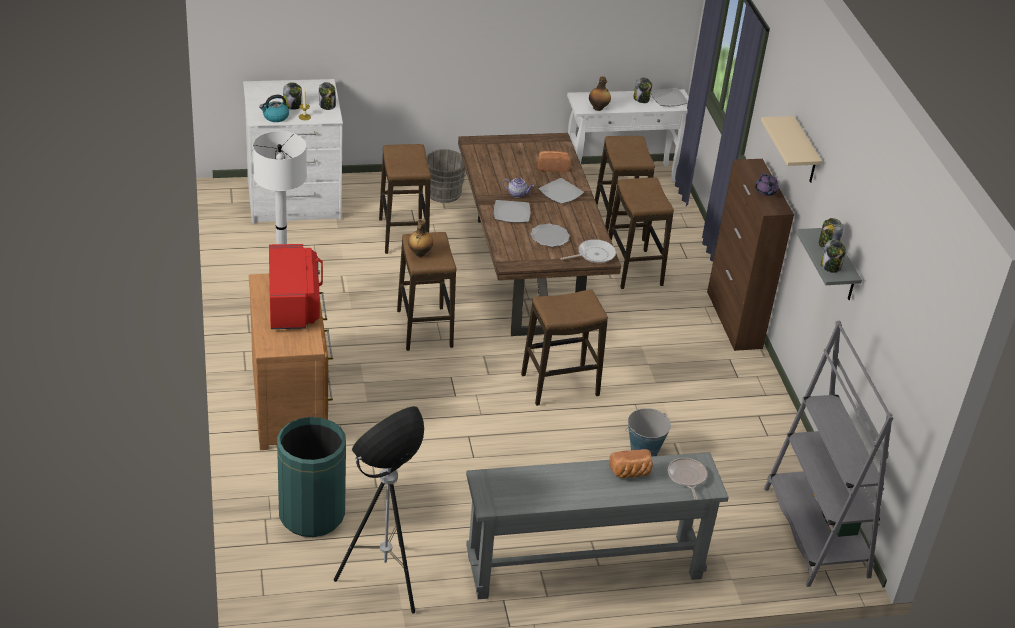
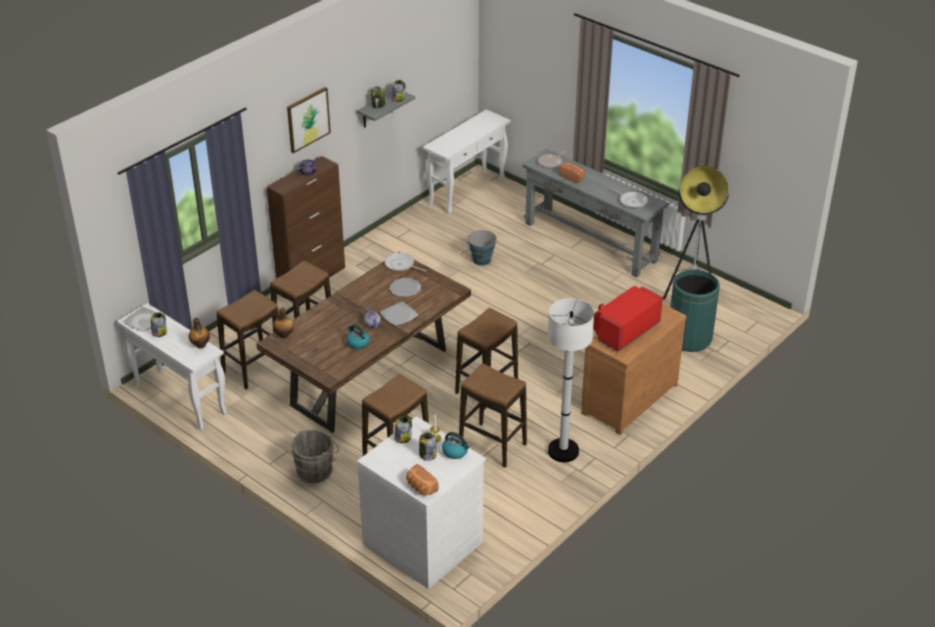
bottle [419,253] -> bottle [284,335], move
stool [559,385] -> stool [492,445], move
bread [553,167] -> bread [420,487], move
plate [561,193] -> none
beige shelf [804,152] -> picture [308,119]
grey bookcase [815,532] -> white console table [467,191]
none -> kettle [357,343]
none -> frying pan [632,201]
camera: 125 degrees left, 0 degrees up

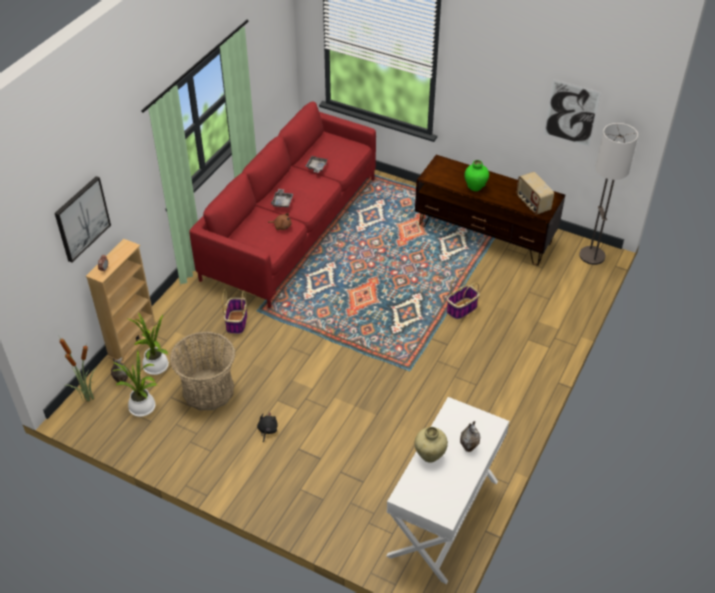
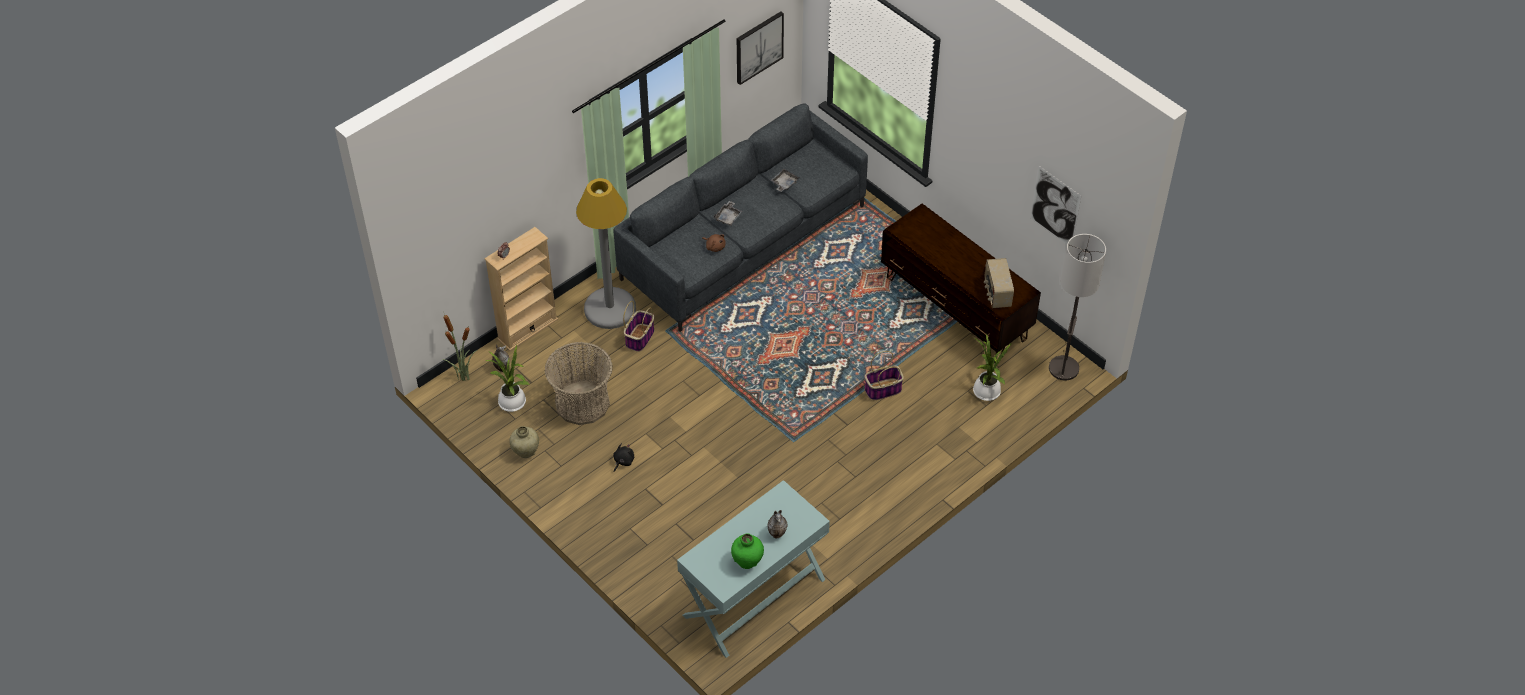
picture [82,218] -> picture [758,47], move
potted plant [156,368] -> potted plant [986,393], move
red sofa [291,228] -> grey sofa [744,243]
white console table [444,518] -> turquoise console table [754,598]
beige vase [429,455] -> beige vase [526,452], move
green vase [475,187] -> green vase [747,561], move
none -> grey floor lamp [610,308]
camera: 20 degrees right, 5 degrees up

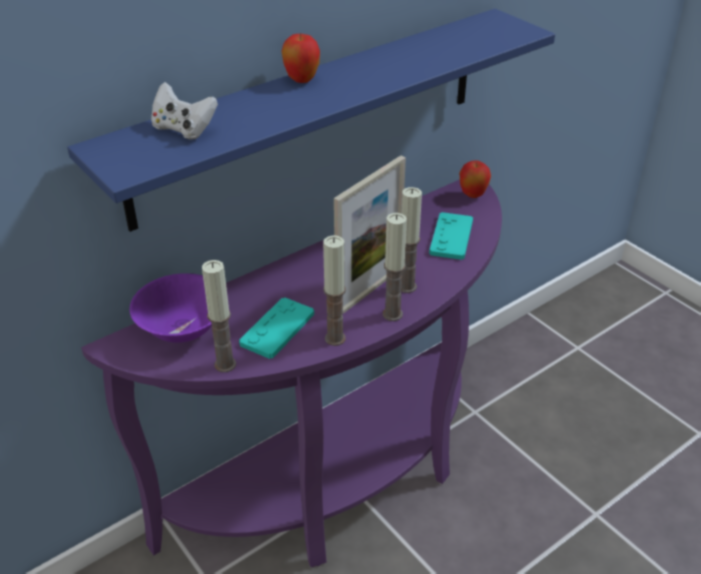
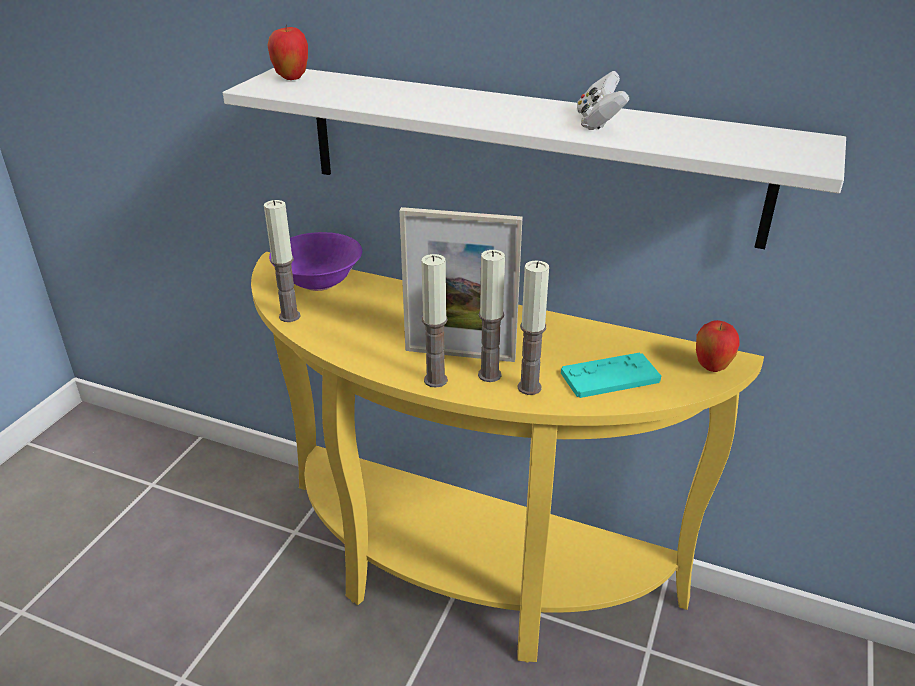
blue shelf [312,114] -> white shelf [527,153]
purple console table [344,481] -> yellow console table [461,576]
white game controller [183,130] -> white game controller [598,123], move
turquoise game controller [277,329] -> none
apple [301,80] -> apple [291,78], move
candle [335,338] -> candle [529,387], move
camera: 60 degrees right, 5 degrees down

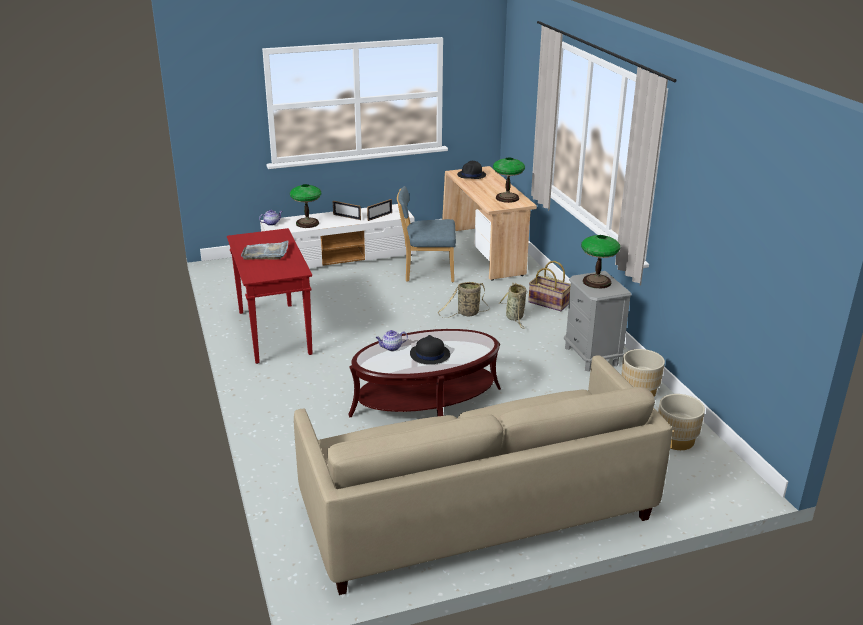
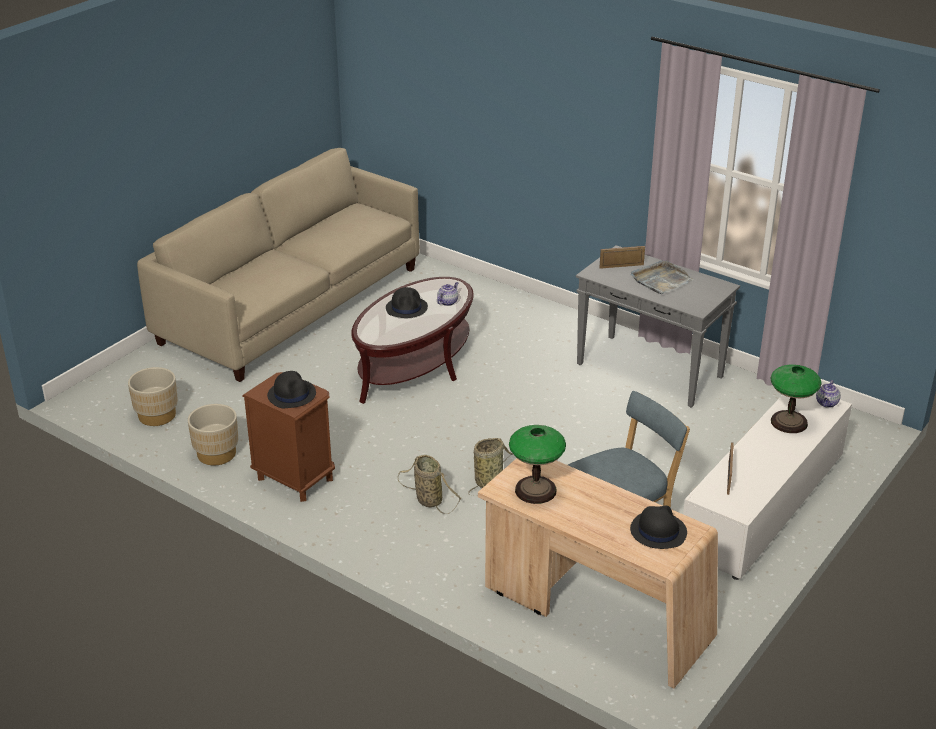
red console table [273,332] -> grey console table [650,371]
picture frame [347,217] -> picture frame [621,266], move
basket [549,303] -> none
grey nightstand [591,356] -> brown nightstand [294,479]
table lamp [596,282] -> black hat [292,394]
camera: 145 degrees right, 5 degrees up

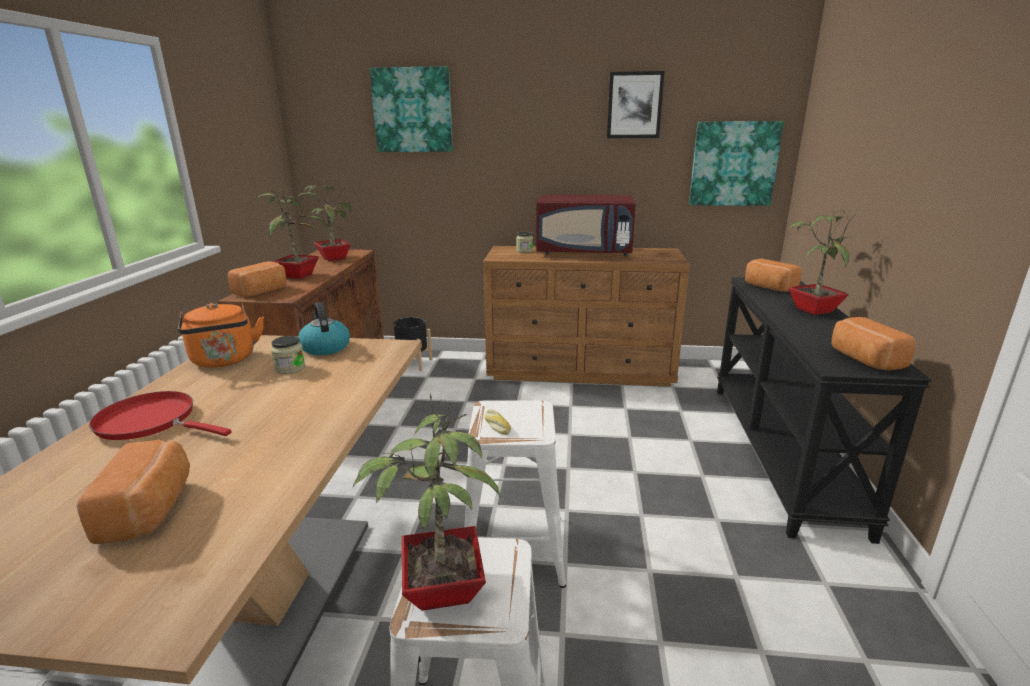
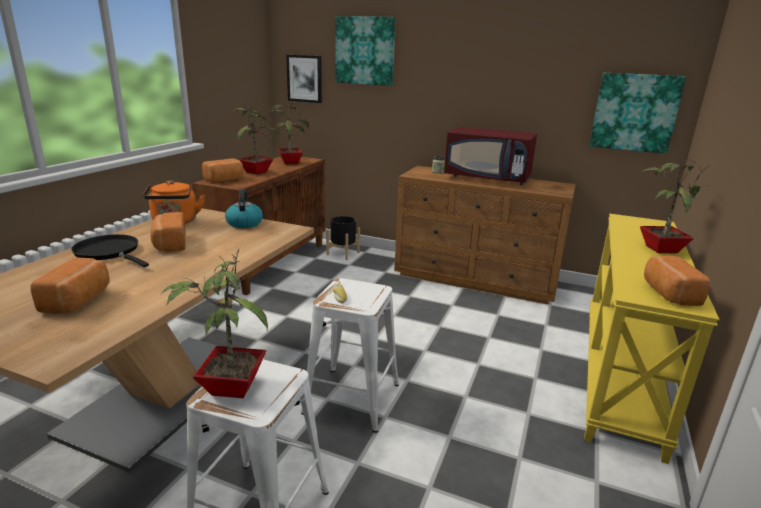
red frying pan [152,422] -> black frying pan [109,252]
jar [290,368] -> none
picture [634,105] -> picture [304,78], move
black console table [782,452] -> yellow console table [621,374]
bread [768,287] -> bread [169,244], move
camera: 15 degrees right, 0 degrees up

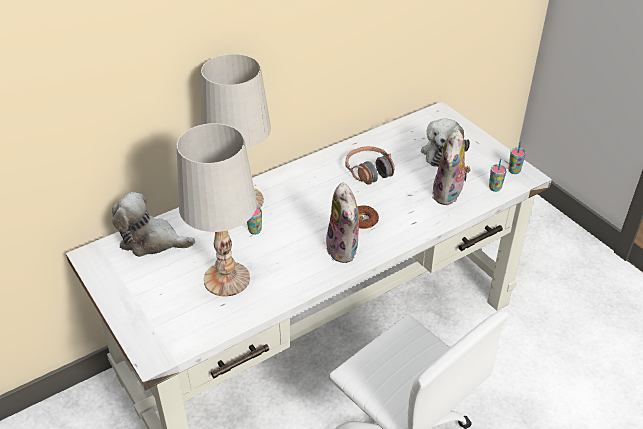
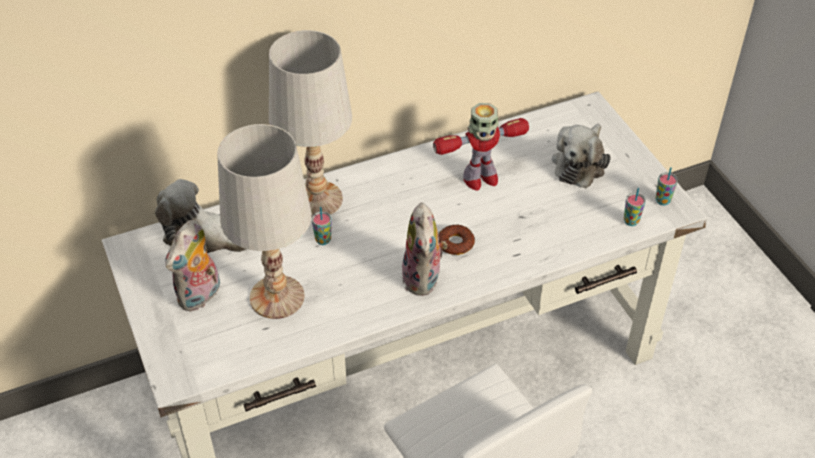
headphones [369,171] -> toy robot [479,178]
plush toy [449,195] -> plush toy [200,296], move
camera: 10 degrees right, 5 degrees up

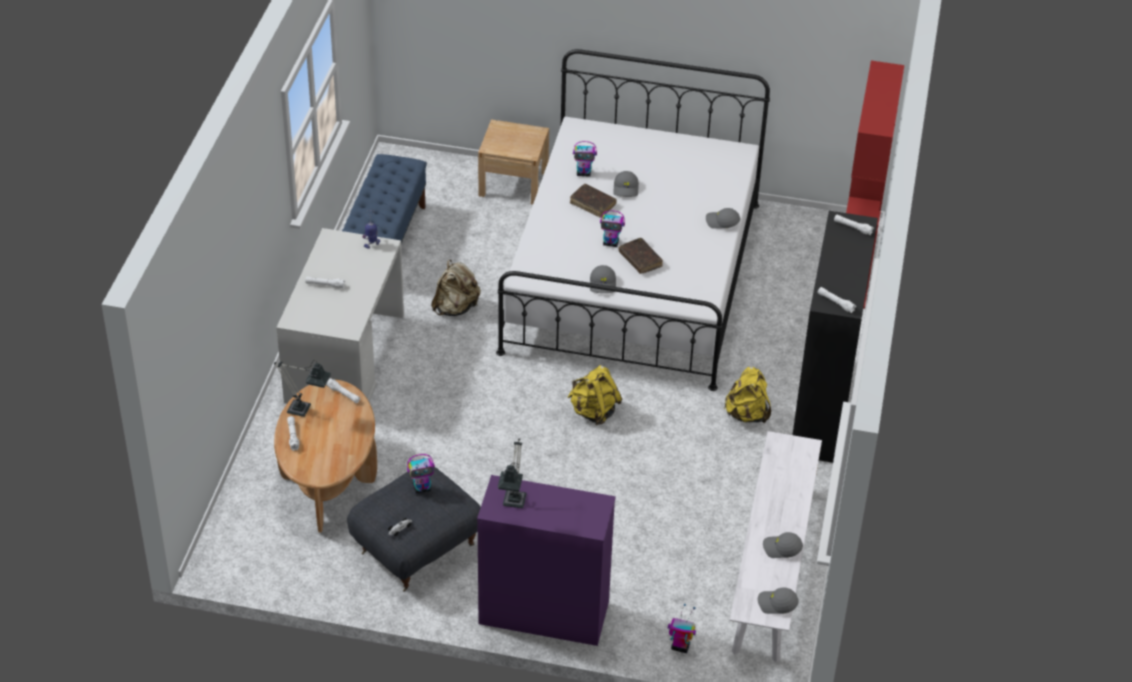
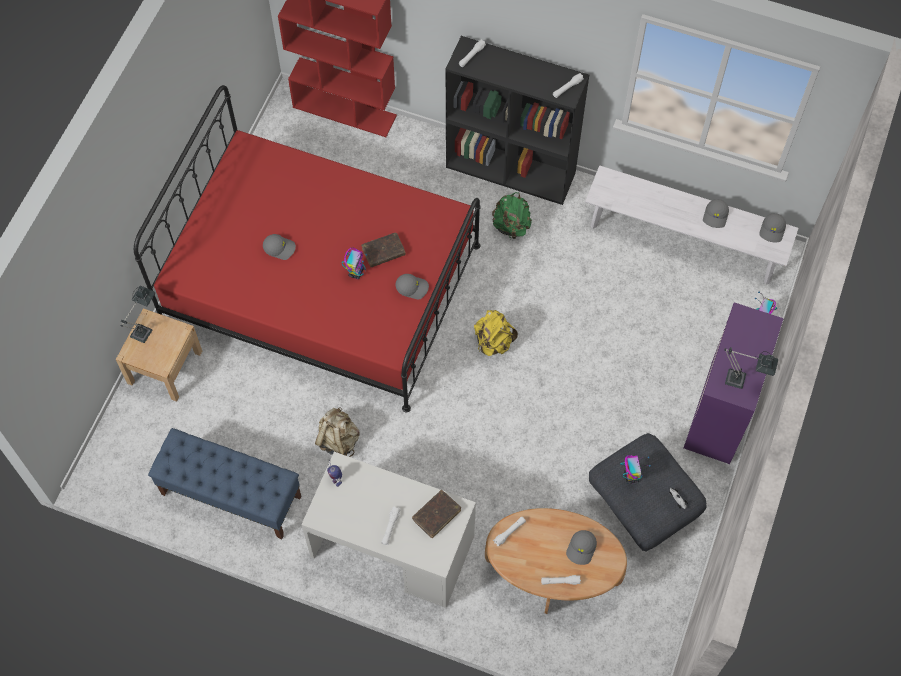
table lamp [304,410] -> table lamp [144,329], move
white bed [632,276] -> red bed [322,284]
brown book [592,204] -> brown book [436,515], move
toy robot [584,173] -> none
grey cap [722,222] -> grey cap [581,549], move
yellow backpack [747,414] -> green backpack [511,226]
camera: 80 degrees left, 20 degrees up

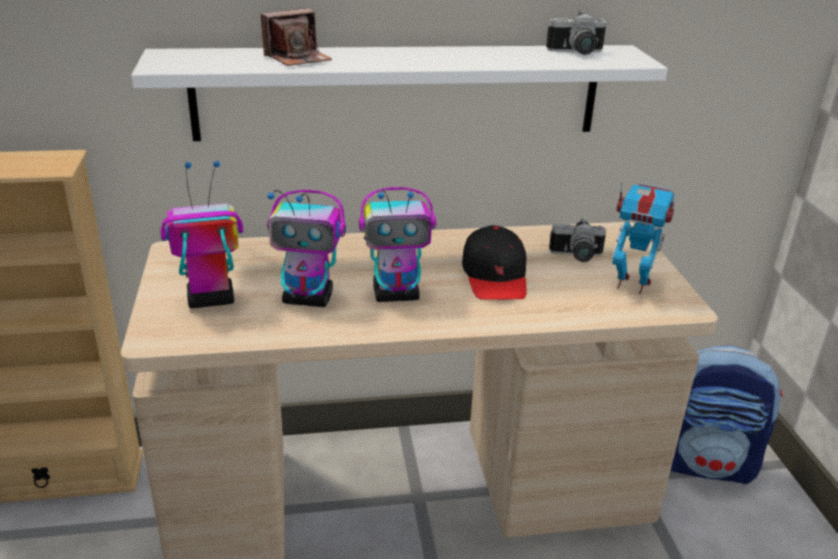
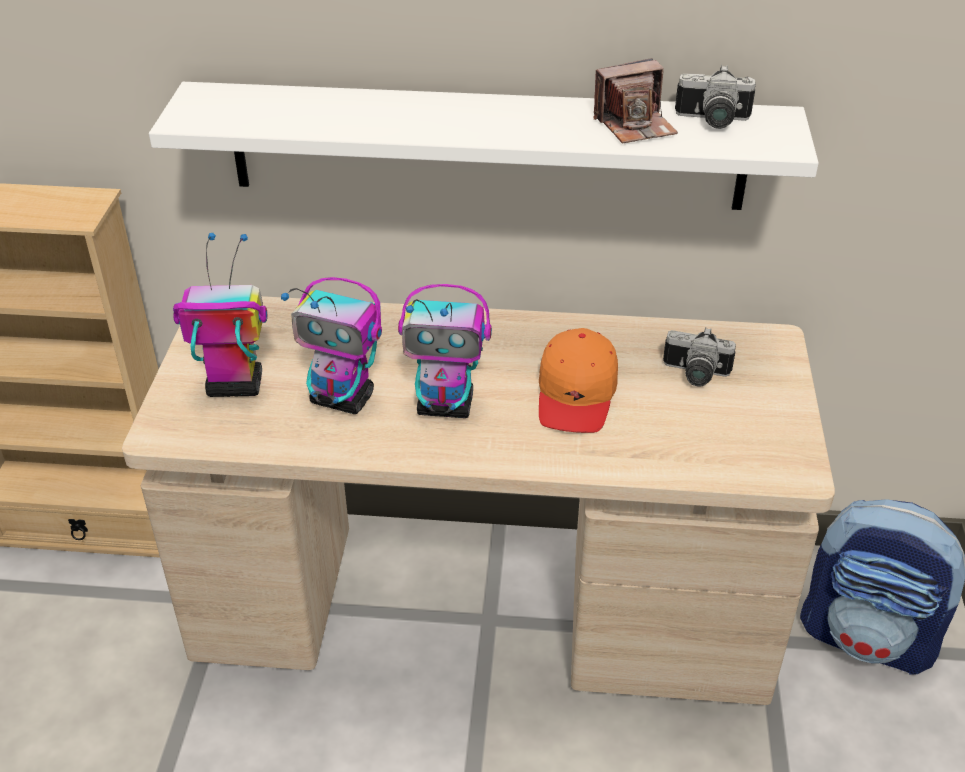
photo camera [297,58] -> photo camera [635,125], move
black cap [495,276] -> orange cap [576,394]
toy robot [631,284] -> none
camera: 15 degrees right, 10 degrees up

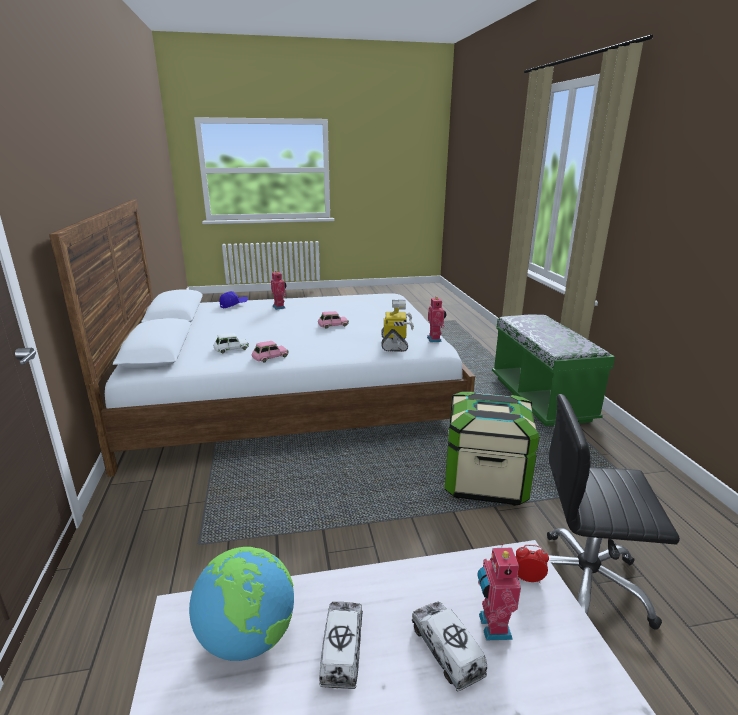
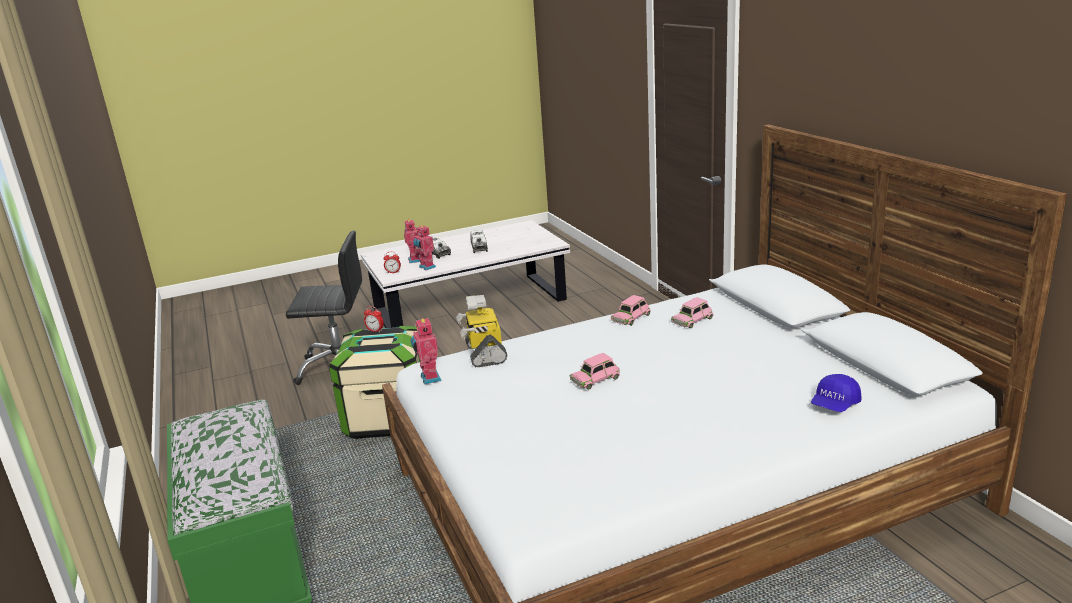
globe [248,637] -> none
white toy car [231,348] -> pink toy car [692,320]
toy robot [280,307] -> toy robot [426,267], move
none -> alarm clock [375,331]
camera: 170 degrees right, 0 degrees up

